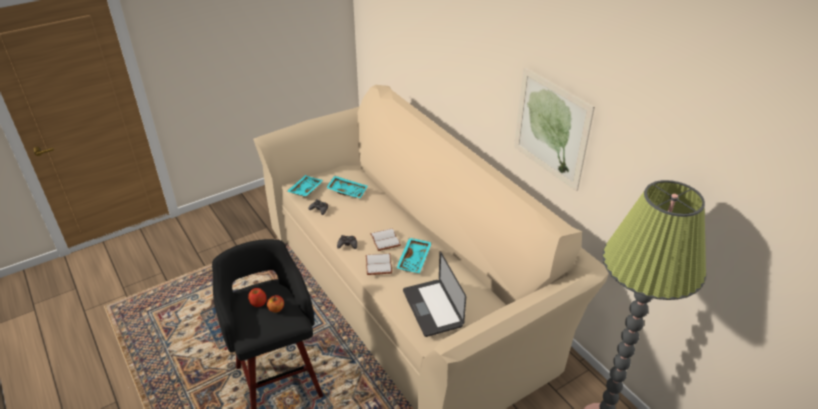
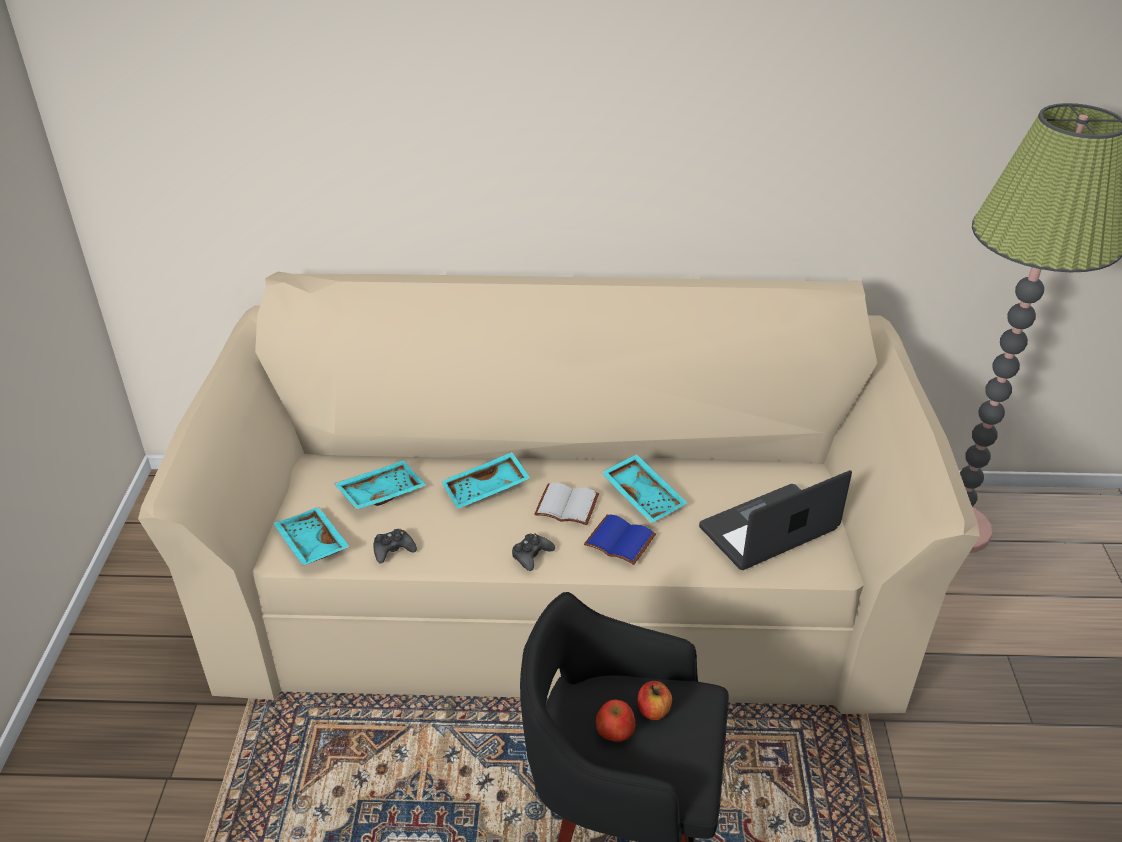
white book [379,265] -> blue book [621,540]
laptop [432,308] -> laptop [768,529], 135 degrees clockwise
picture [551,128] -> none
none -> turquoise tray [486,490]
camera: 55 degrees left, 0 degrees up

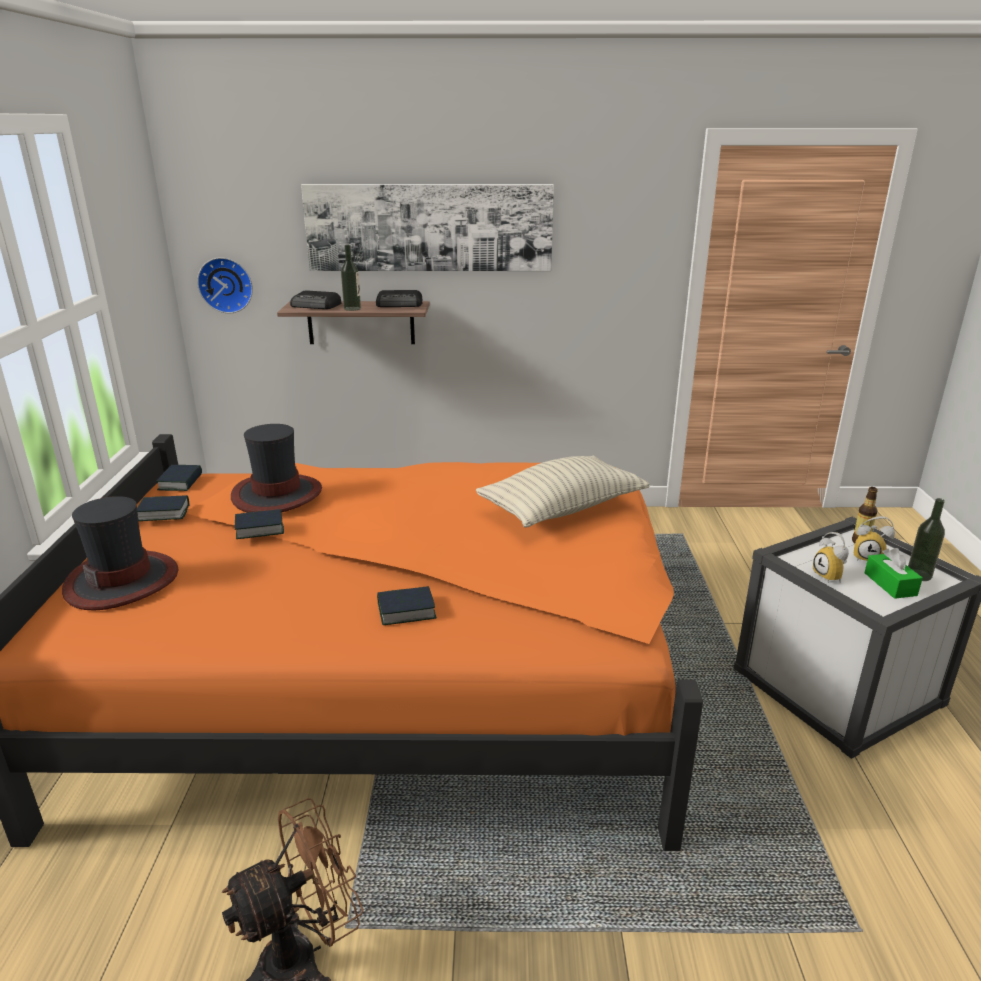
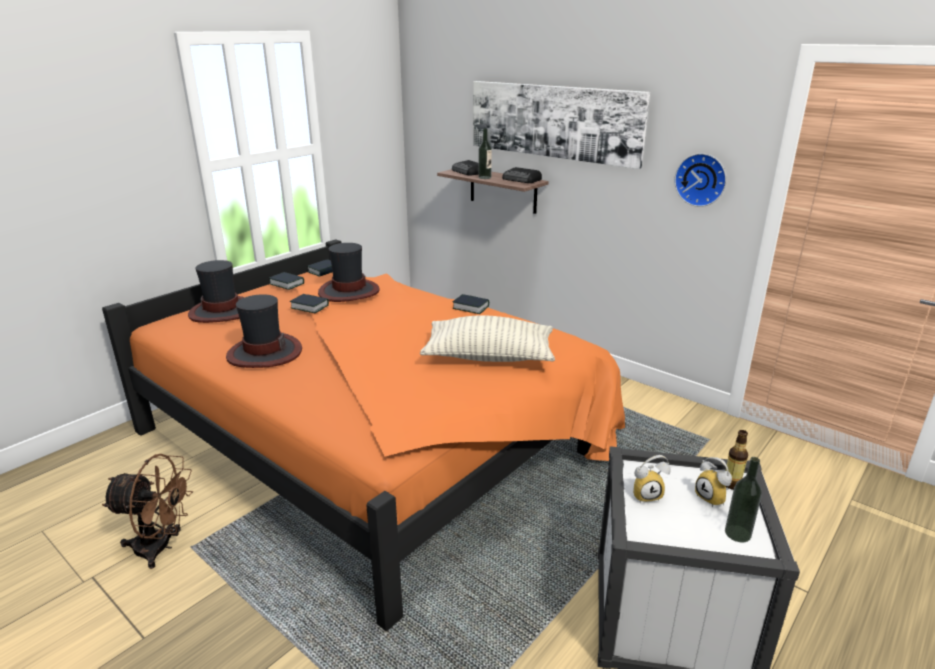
wall clock [226,284] -> wall clock [701,179], move
book [406,611] -> book [470,307], move
alarm clock [831,576] -> alarm clock [646,494], 120 degrees counterclockwise
green tissue box [890,584] -> none
none -> hat [264,353]
camera: 40 degrees right, 0 degrees up

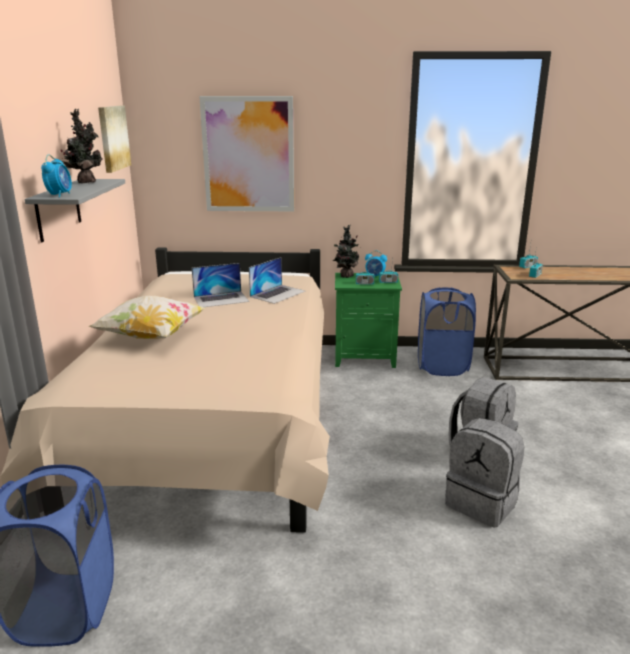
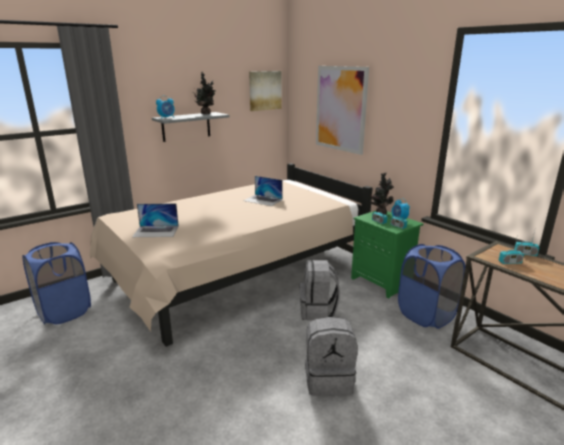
pillow [151,336] -> none
laptop [278,294] -> laptop [156,231], move
grey backpack [482,503] -> grey backpack [318,311], move
camera: 50 degrees right, 0 degrees up

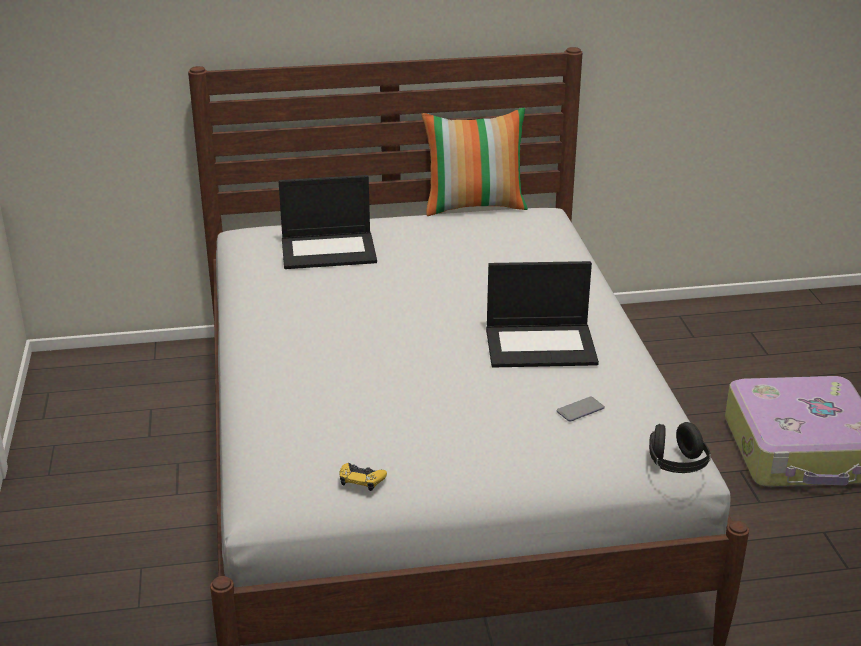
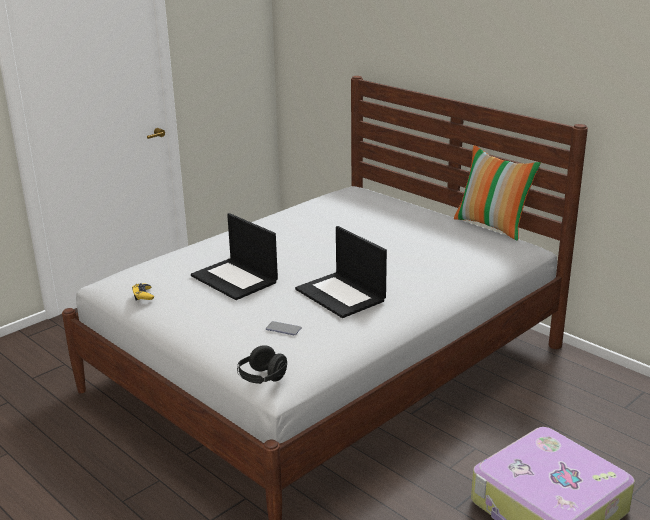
laptop [329,250] -> laptop [235,279], move
camera: 55 degrees right, 5 degrees down

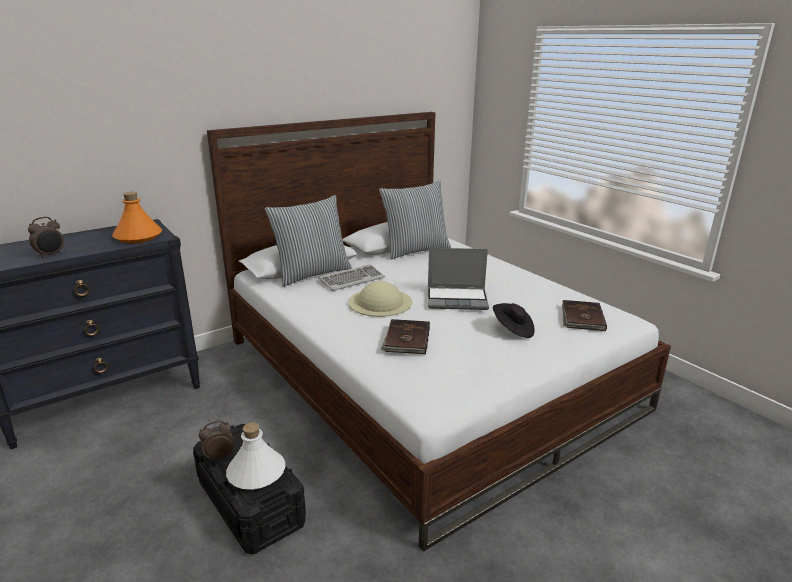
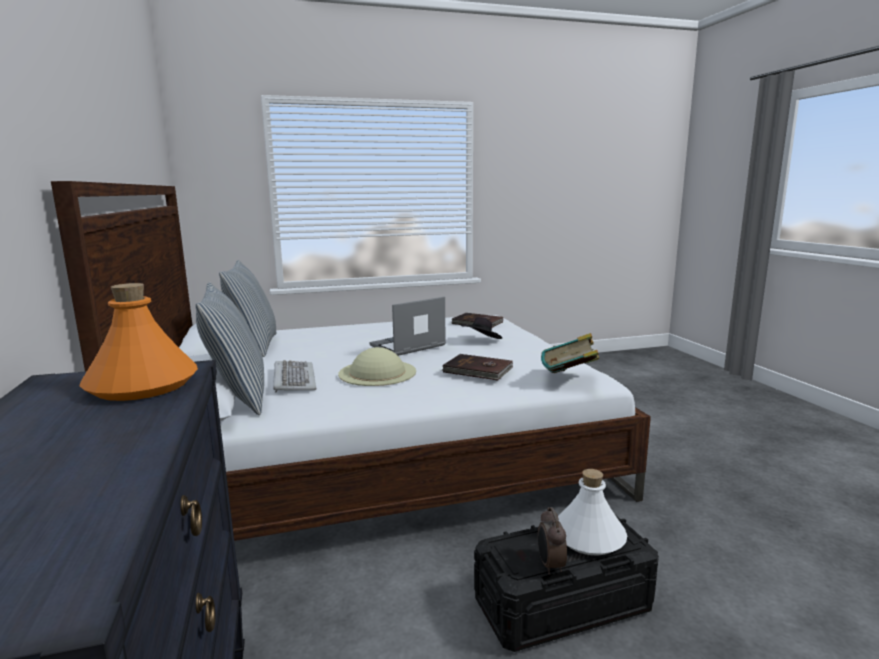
alarm clock [51,255] -> none
laptop [457,299] -> laptop [407,346], 150 degrees counterclockwise
none -> book [570,380]
camera: 70 degrees left, 10 degrees down

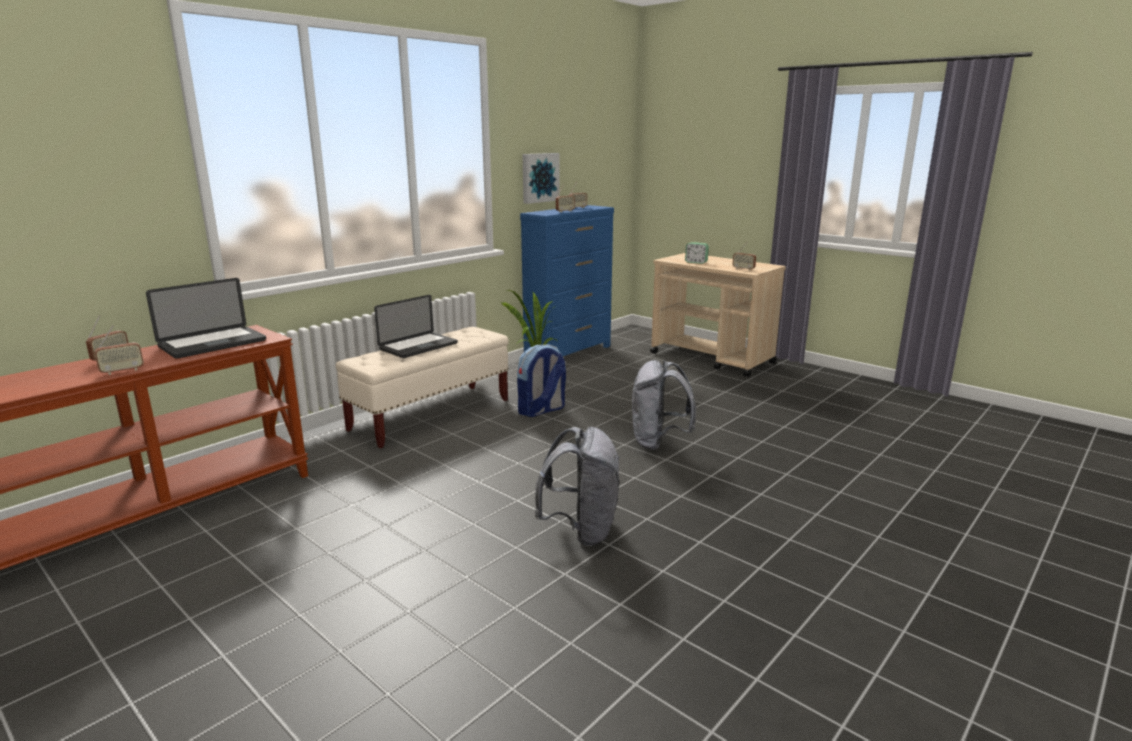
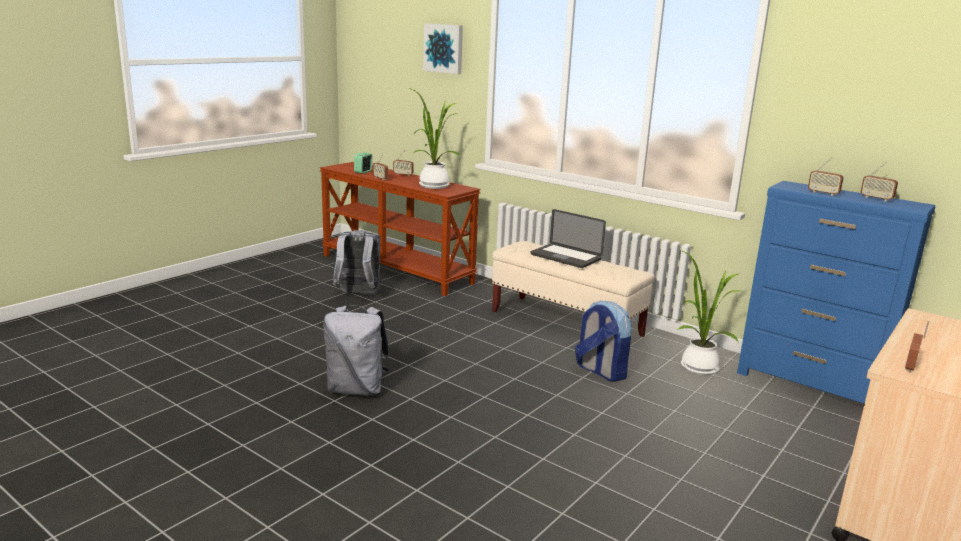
laptop [213,344] -> potted plant [432,185]
picture [539,177] -> picture [444,48], move
grey backpack [658,442] -> grey backpack [358,294], move
alarm clock [696,262] -> alarm clock [363,172], move
camera: 85 degrees right, 0 degrees up

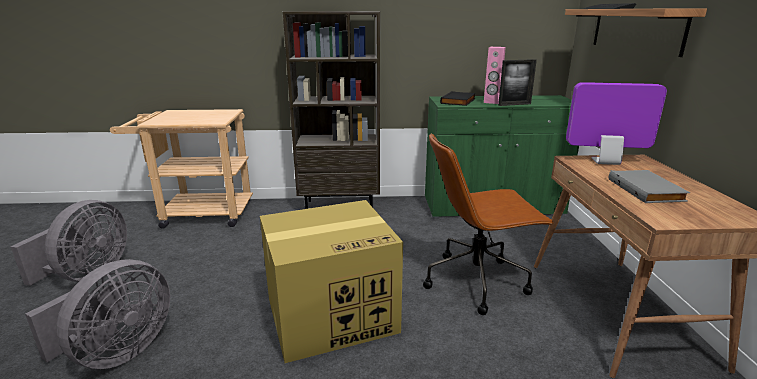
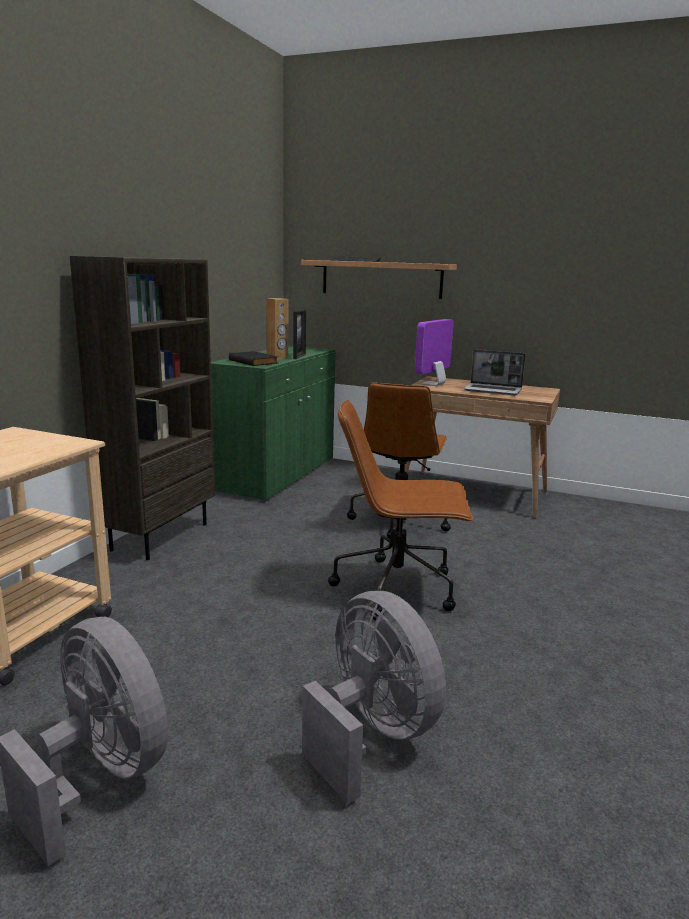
cardboard box [333,314] -> brown office chair [398,588]
pink speaker [492,102] -> brown speaker [277,357]
grey book [647,190] -> laptop [493,390]
camera: 65 degrees left, 5 degrees down

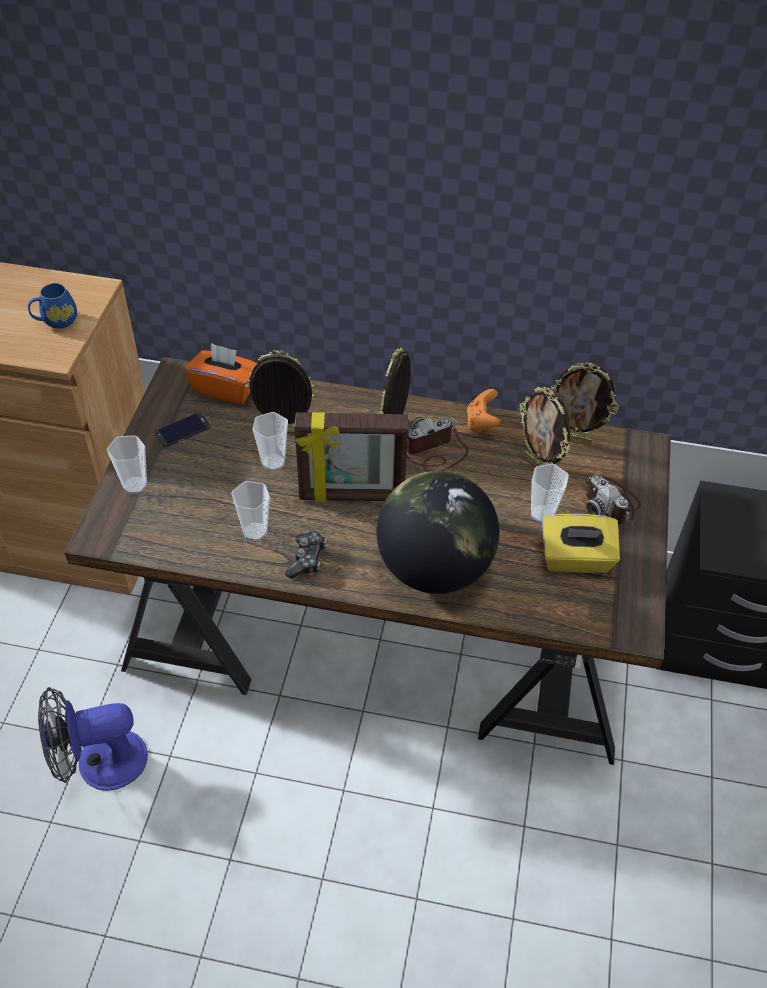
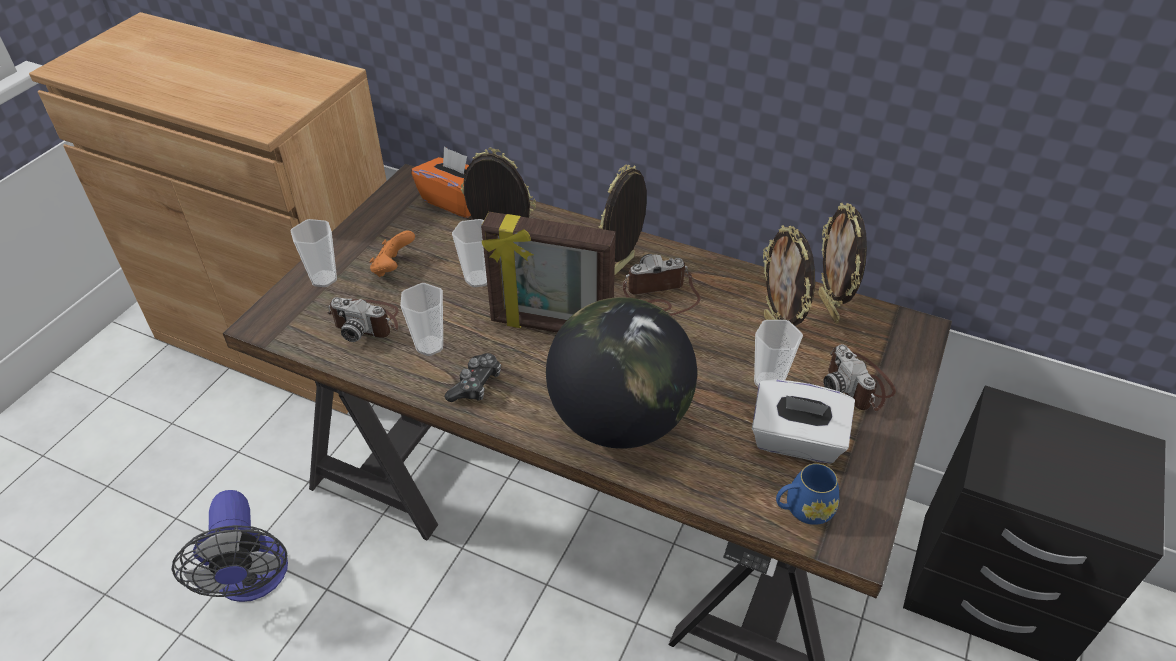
blue mug [56,321] -> blue mug [803,509], move
fan [99,763] -> fan [252,581], 105 degrees counterclockwise
phone [183,430] -> none
orange game controller [481,422] -> orange game controller [393,268], move
yellow tissue box [575,559] -> white tissue box [796,441]
picture frame [574,439] -> picture frame [829,308], 45 degrees clockwise
none -> photo camera [367,321]
camera: 15 degrees right, 5 degrees down

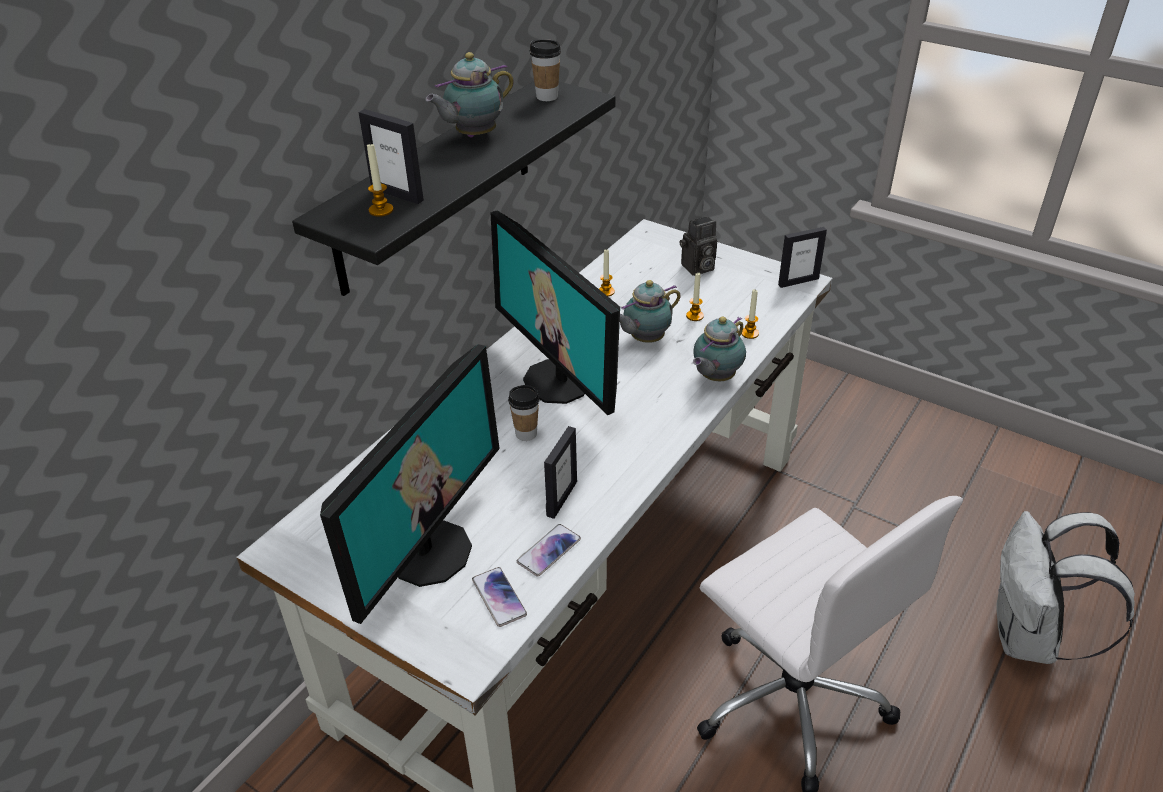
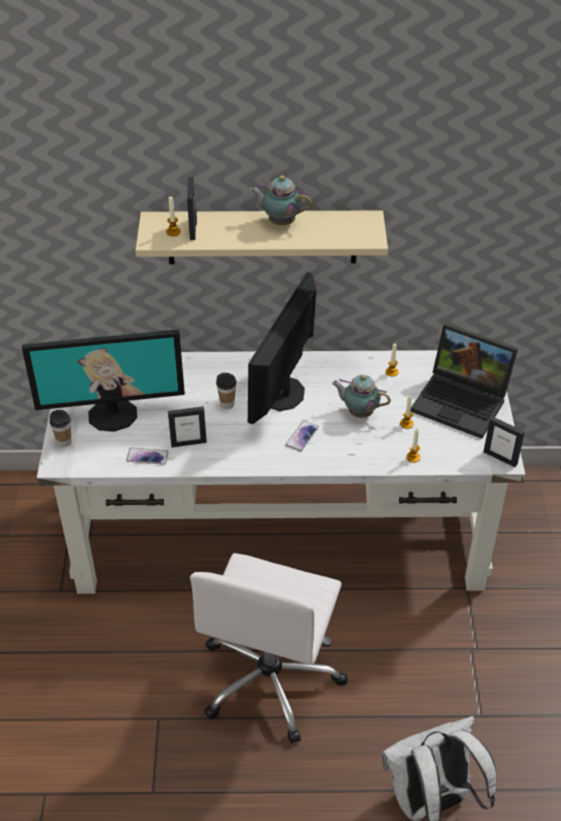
black shelf [436,185] -> beige shelf [262,237]
phone [499,597] -> phone [302,436], move
cup [547,97] -> cup [64,442], move
photo camera [697,268] -> laptop [463,402]
teapot [715,378] -> none
camera: 55 degrees right, 5 degrees up

